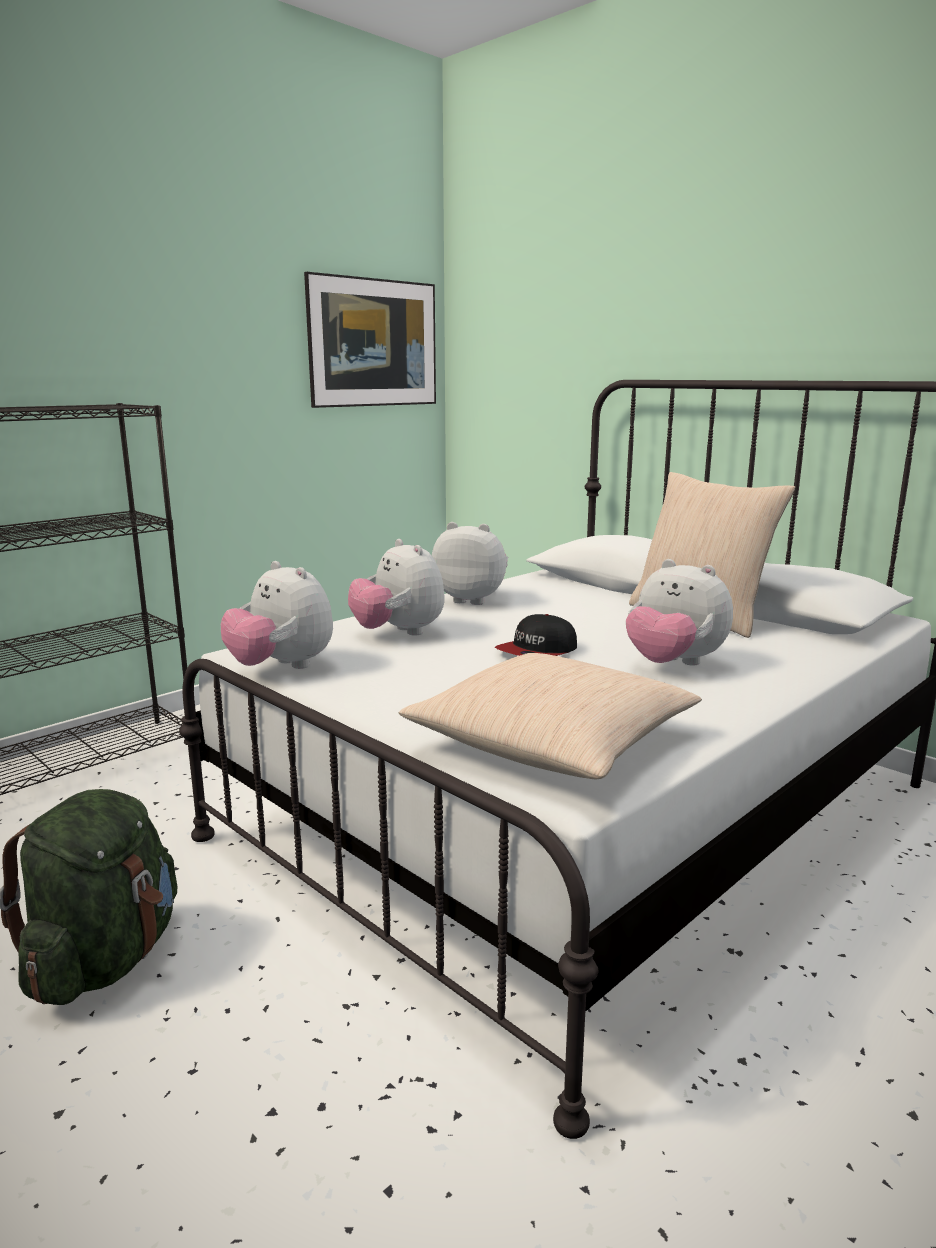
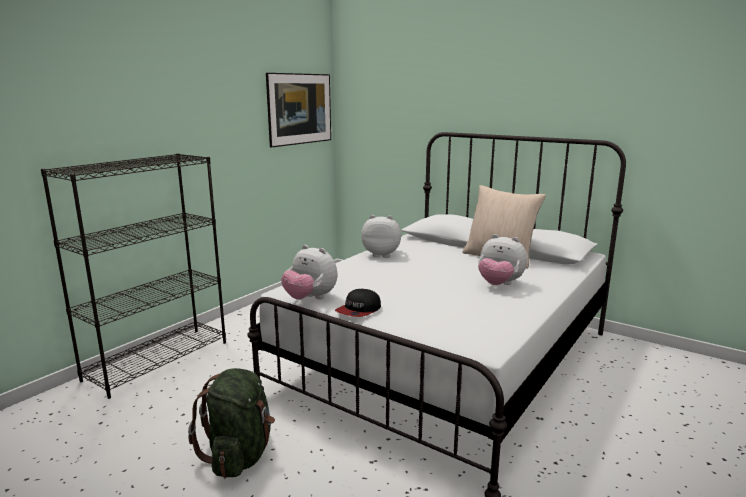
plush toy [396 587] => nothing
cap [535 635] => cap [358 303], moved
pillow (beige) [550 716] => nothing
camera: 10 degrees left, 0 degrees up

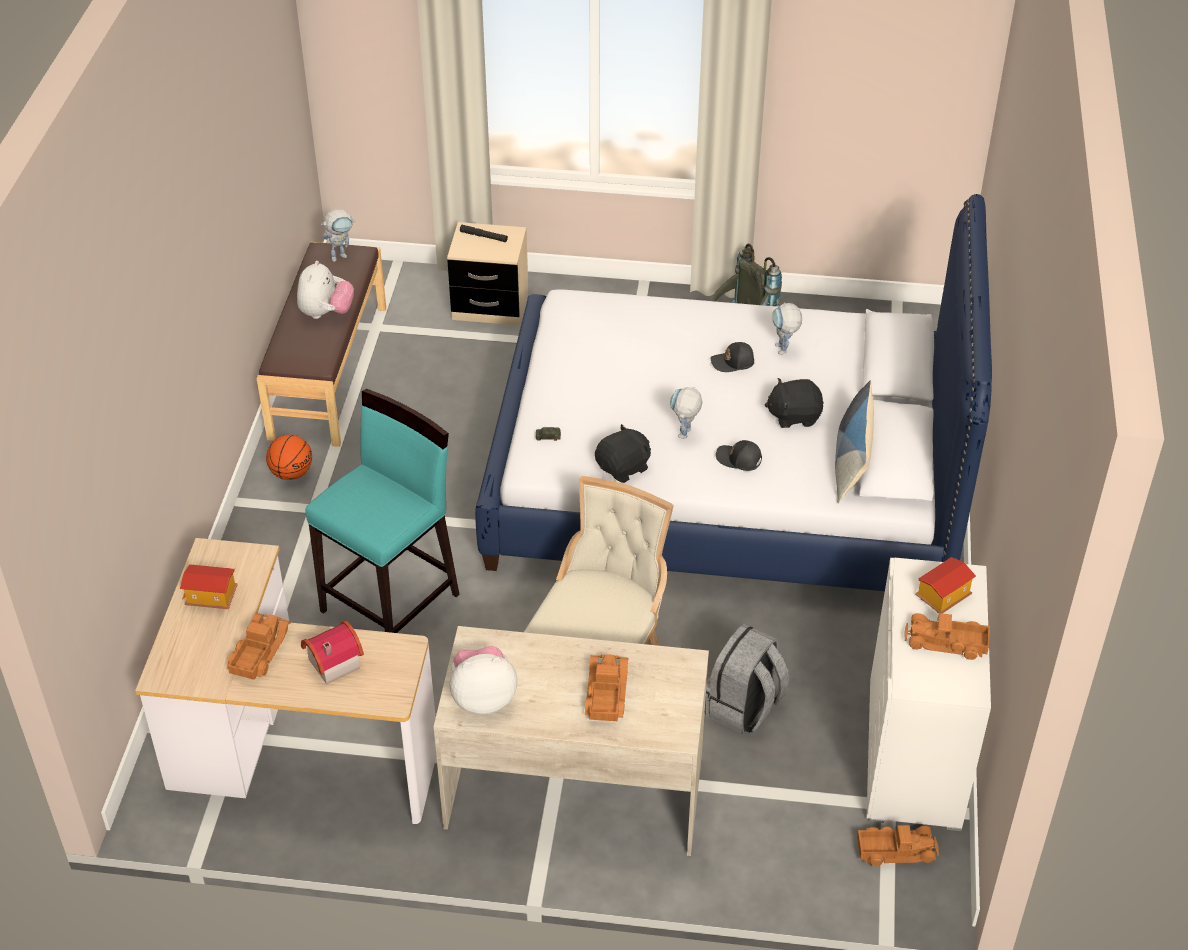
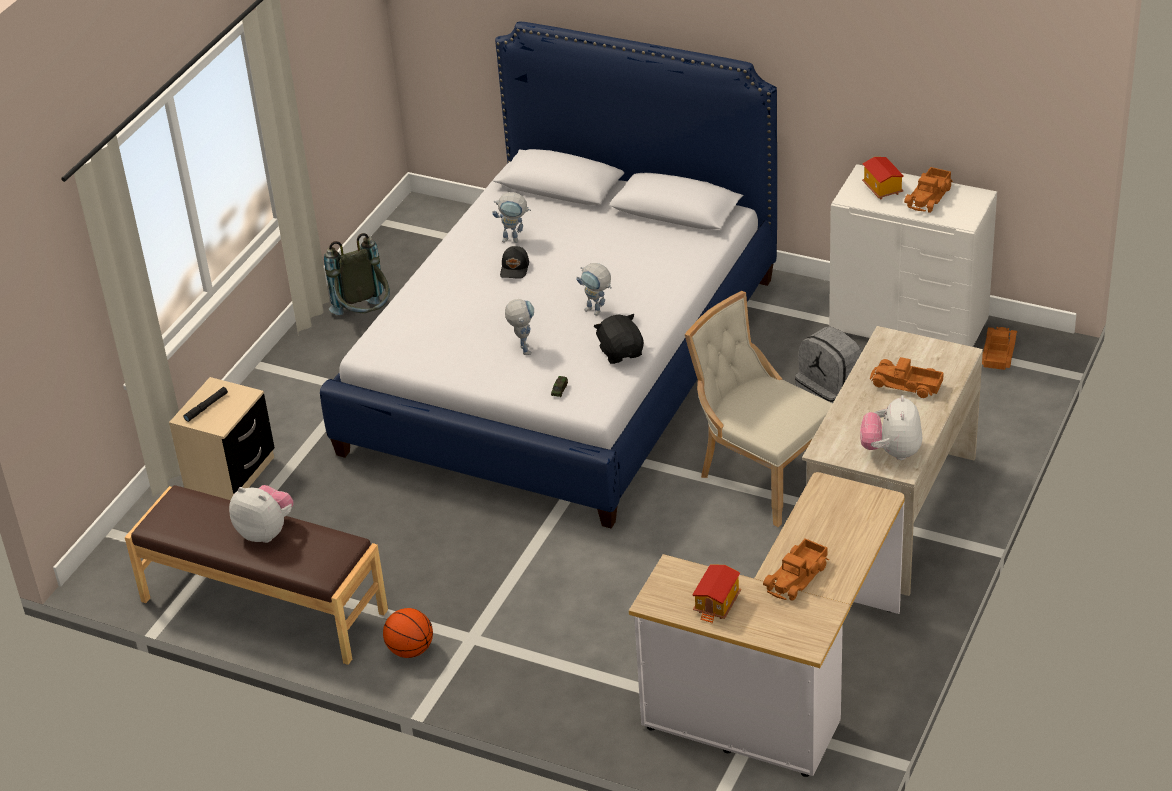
toy robot [338 235] => toy robot [519 327], moved
plush toy (black) [794 403] => nothing
pillow [854 441] => nothing
stool (turquoise) [382 511] => nothing
cap (black) [739 455] => nothing
toy truck [259 646] => toy truck [796 569], 90 degrees counterclockwise
toy house [332 652] => nothing
camera: 70 degrees left, 5 degrees down

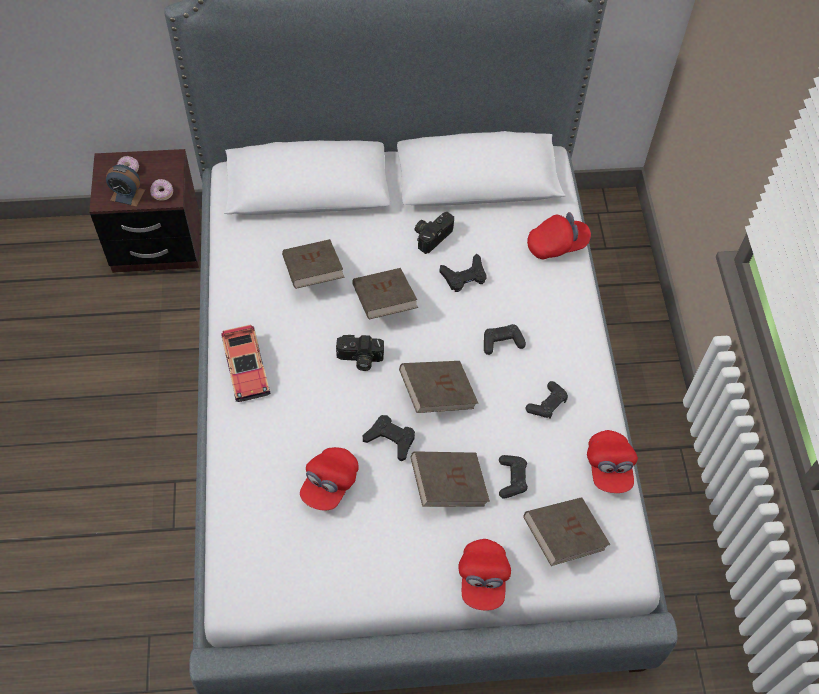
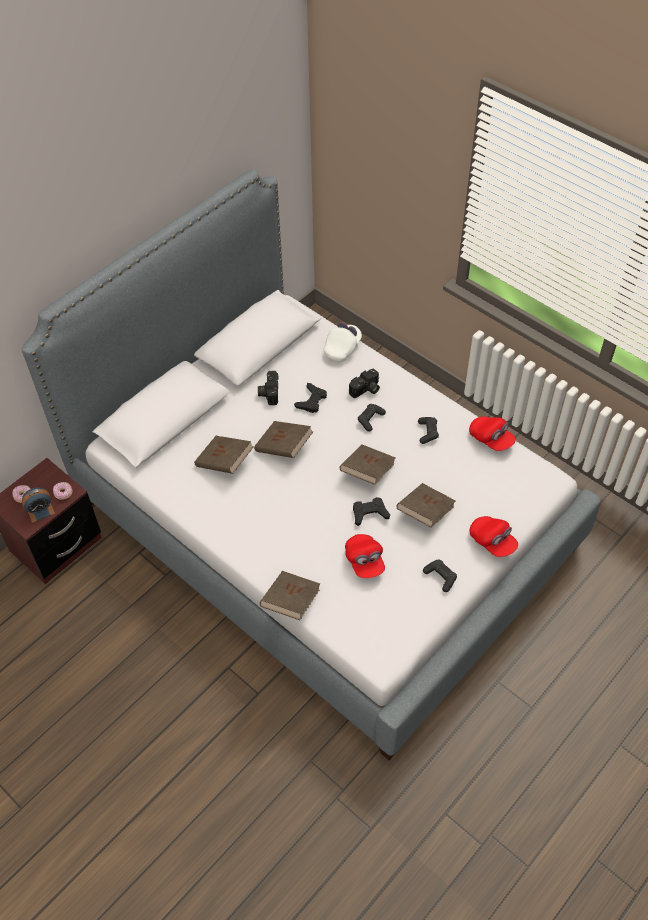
cap (red) [559 235] => cap (white) [343 342]
toy car [246 363] => nothing
photo camera [360 353] => photo camera [364 383], moved
game controller (black) [513 477] => game controller (black) [440 575], moved
book (brown) [567 531] => book (brown) [290 595], moved
camera: 40 degrees left, 5 degrees down

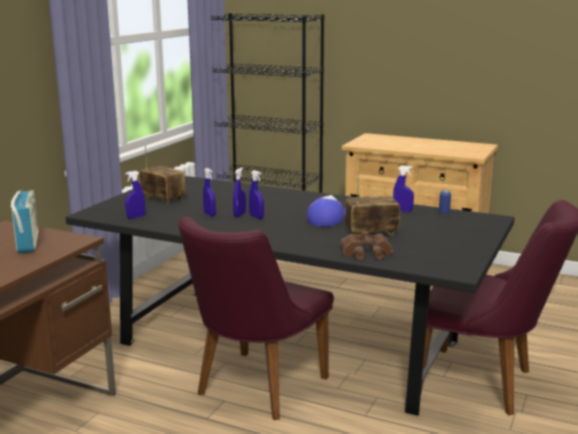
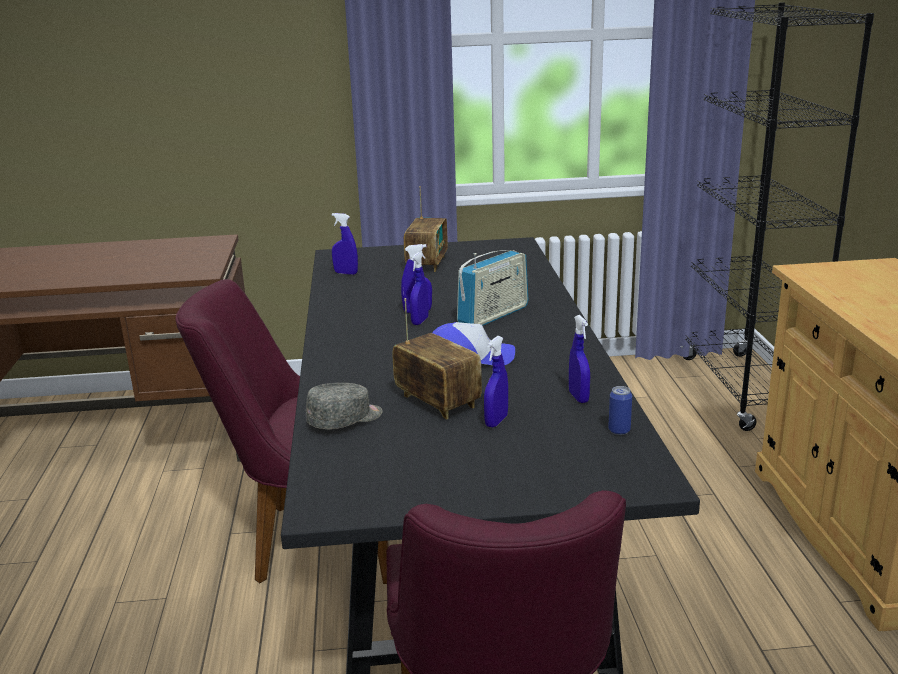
spray bottle (blue) [209 192] => spray bottle (blue) [496 381], moved
radio [25 221] => radio [492 288], moved
binoculars (brown) [366 246] => cap (grey) [344 406]
camera: 60 degrees right, 5 degrees up

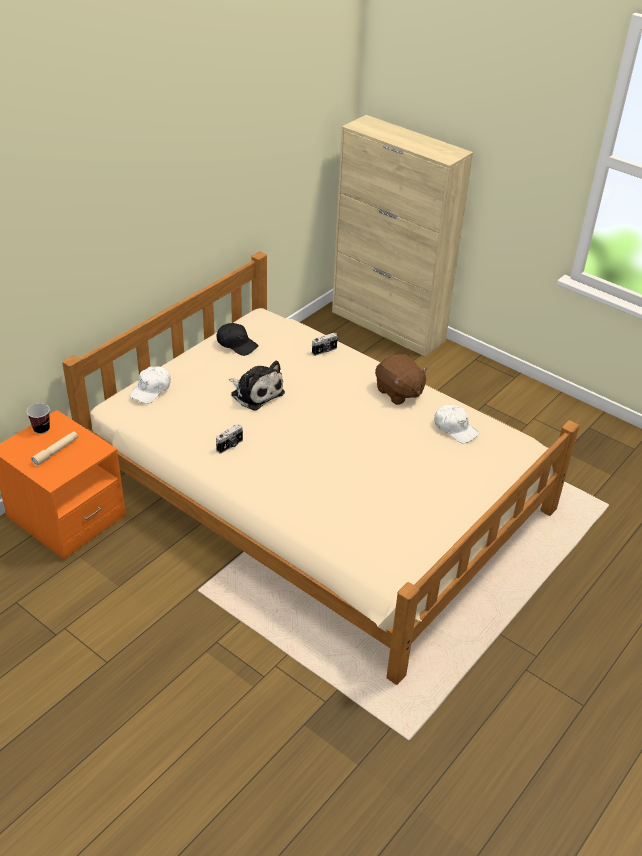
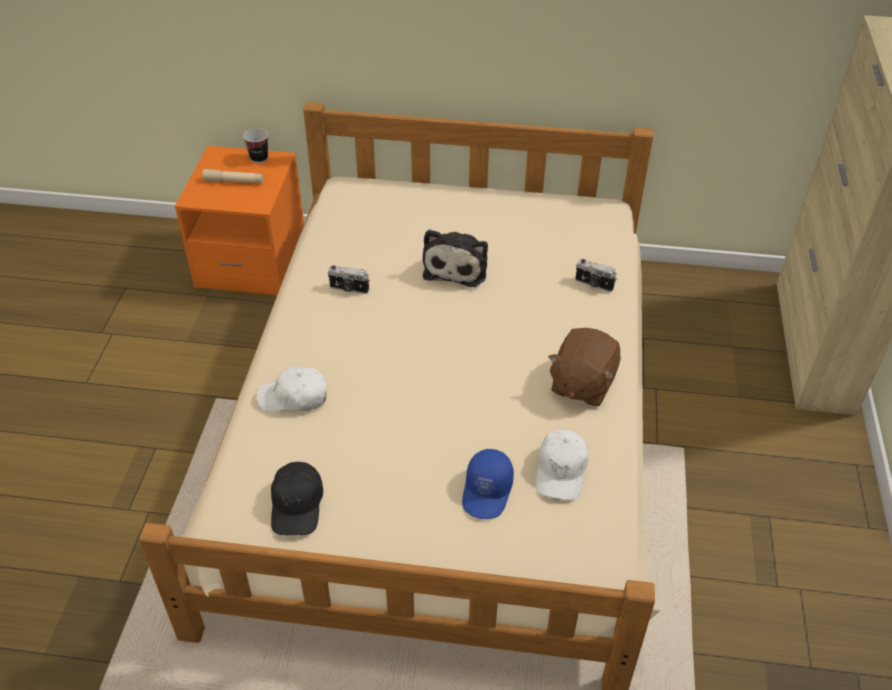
cap (black) [238 339] => cap (black) [297 498], moved
cap (white) [150 385] => cap (white) [292 389], moved
nothing => cap (blue) [488 484]
camera: 60 degrees right, 5 degrees up

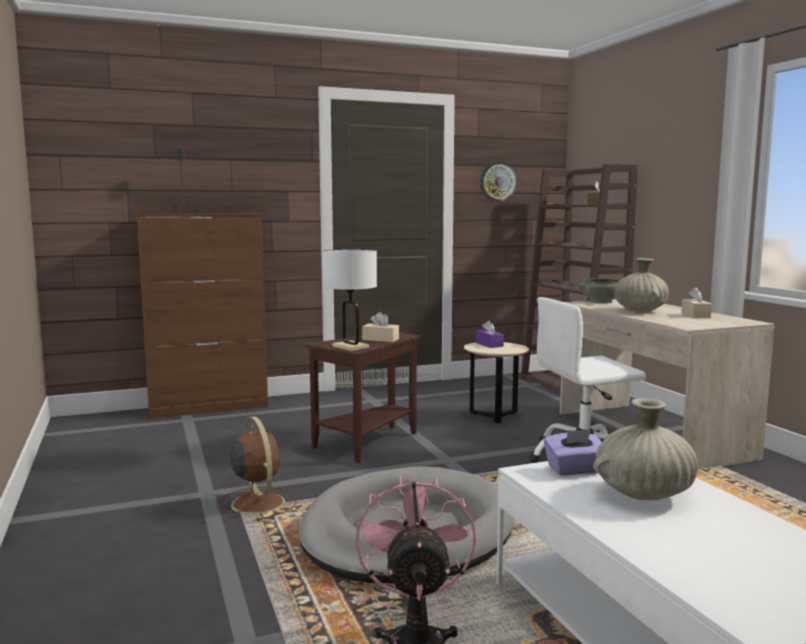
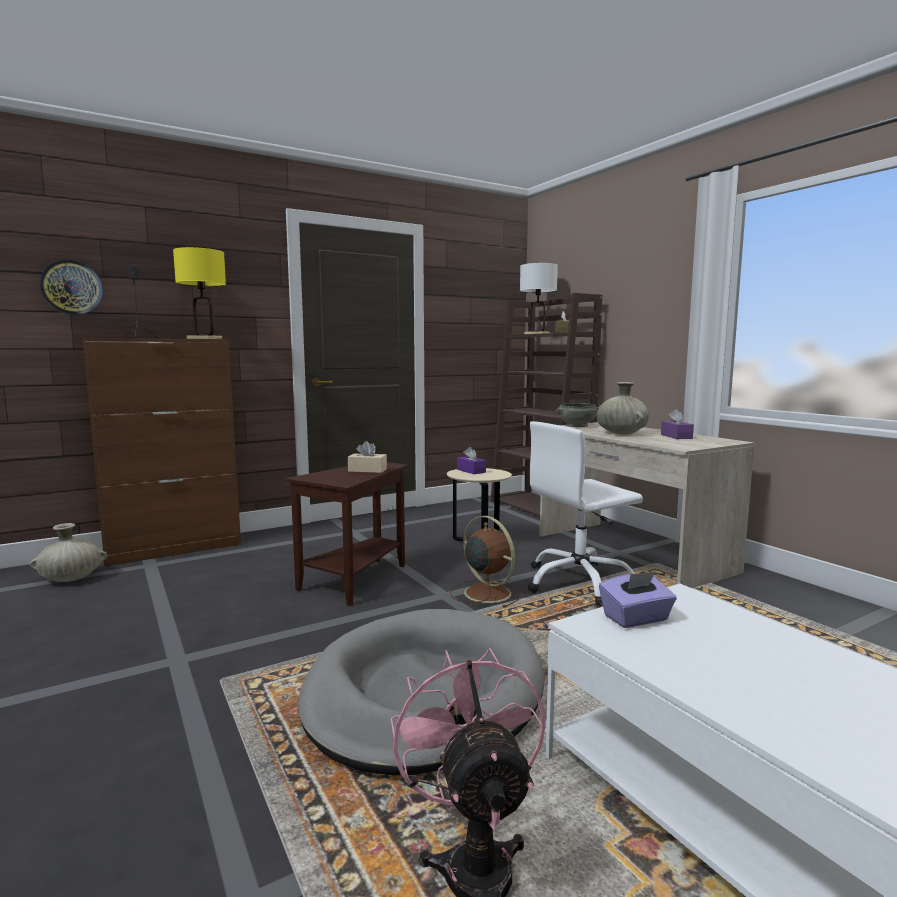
wall clock [498 182] => wall clock [71 287], moved
table lamp (white) [350 300] => table lamp (white) [539 298], moved
tissue box (beige) [696 302] => tissue box (purple) [677 424]
vase (beige) [645 449] => vase (beige) [68 552], moved
fan (brown) [256 468] => fan (brown) [486 562], moved
nothing => table lamp (yellow) [199 293]
camera: 10 degrees left, 0 degrees up

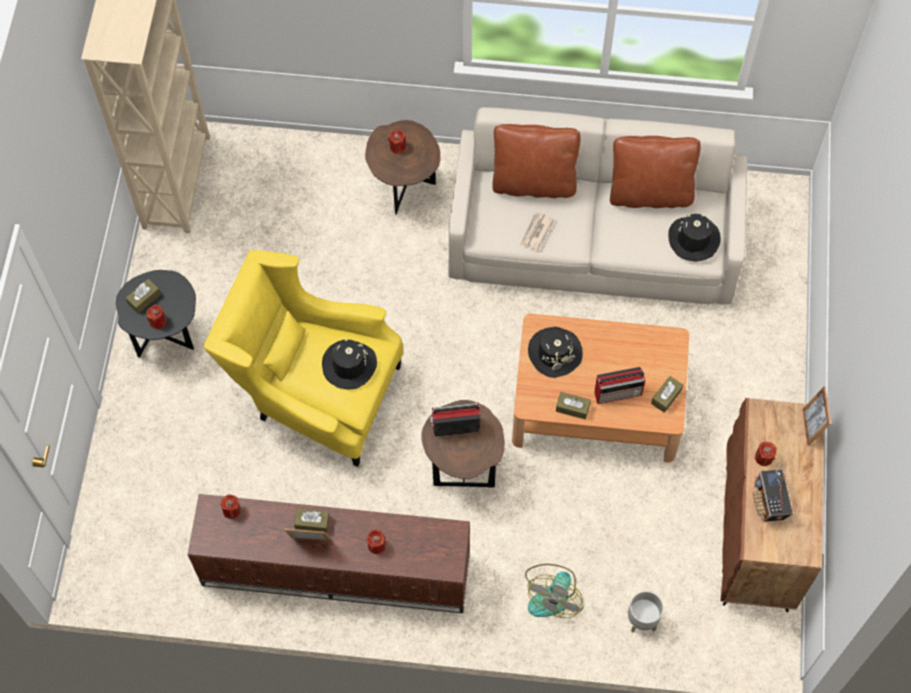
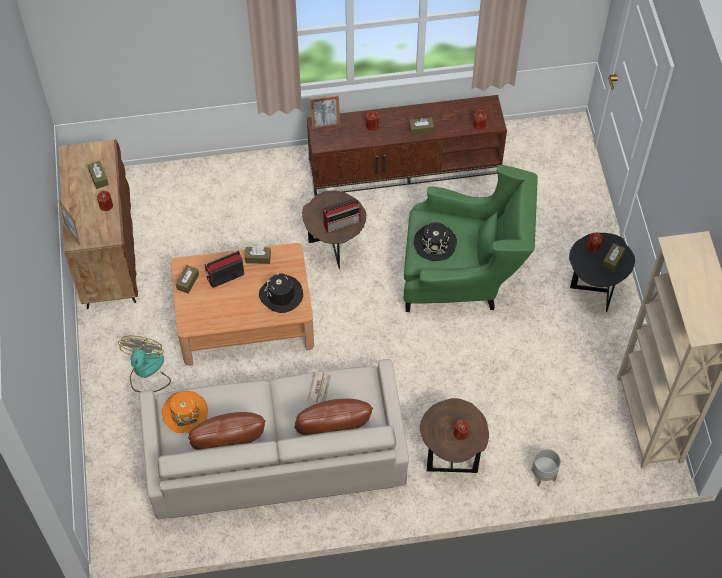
hat (black) [694 238] => hat (orange) [185 412]
armchair (yellow) [303 358] => armchair (green) [471 238]
radio [773 492] => tissue box (brown) [98 175]
picture frame [308 534] => picture frame [325 112], moved
fan [554 591] => fan [144 364], moved
planter (grey) [645 612] => planter (grey) [546 467], moved
camera: 165 degrees right, 5 degrees down

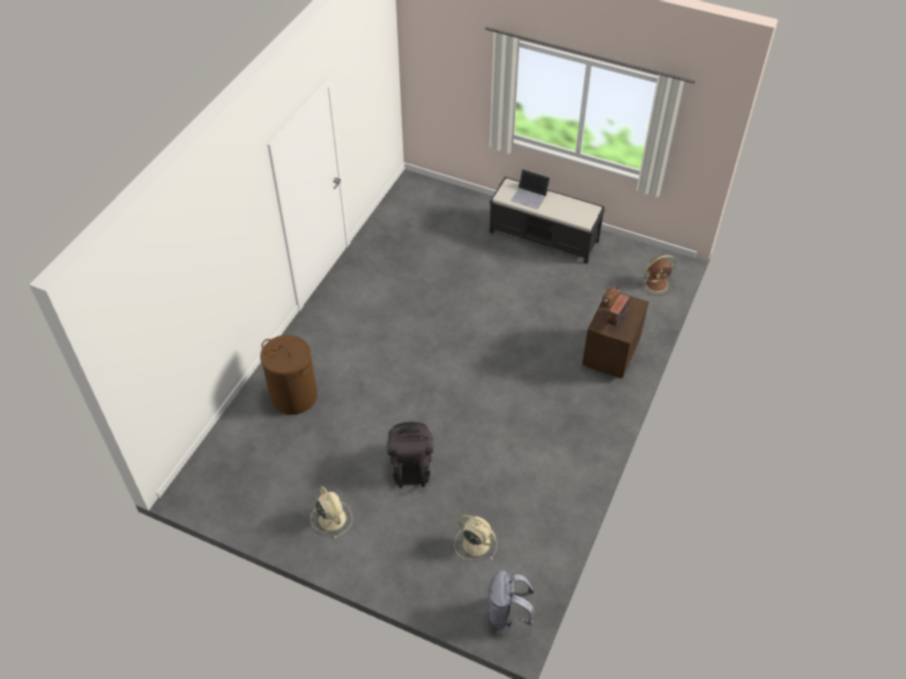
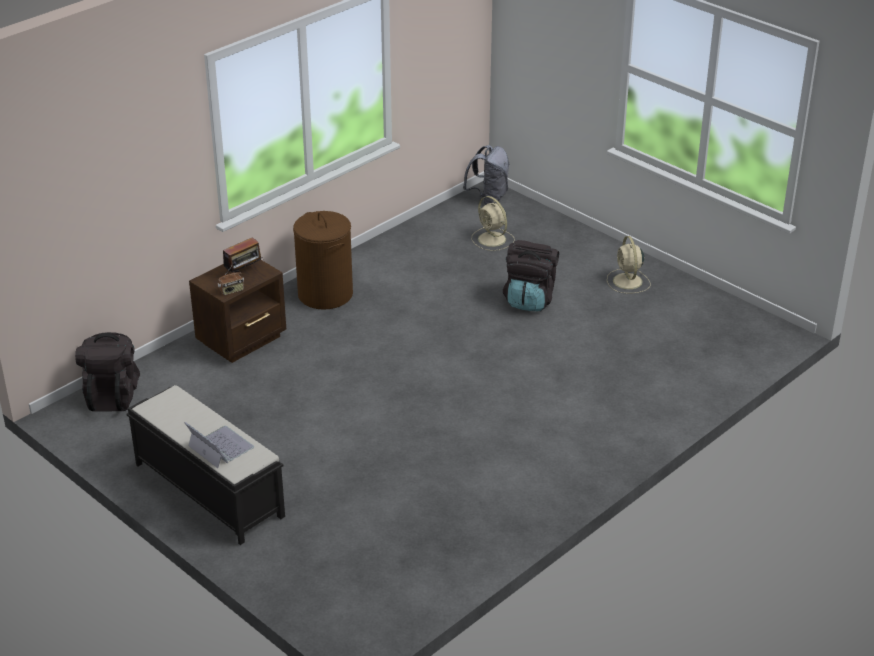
fan (brown) [657 275] => backpack (black) [107 372]
laundry basket (brown) [289 375] => laundry basket (brown) [323 260], moved
camera: 160 degrees left, 15 degrees down

